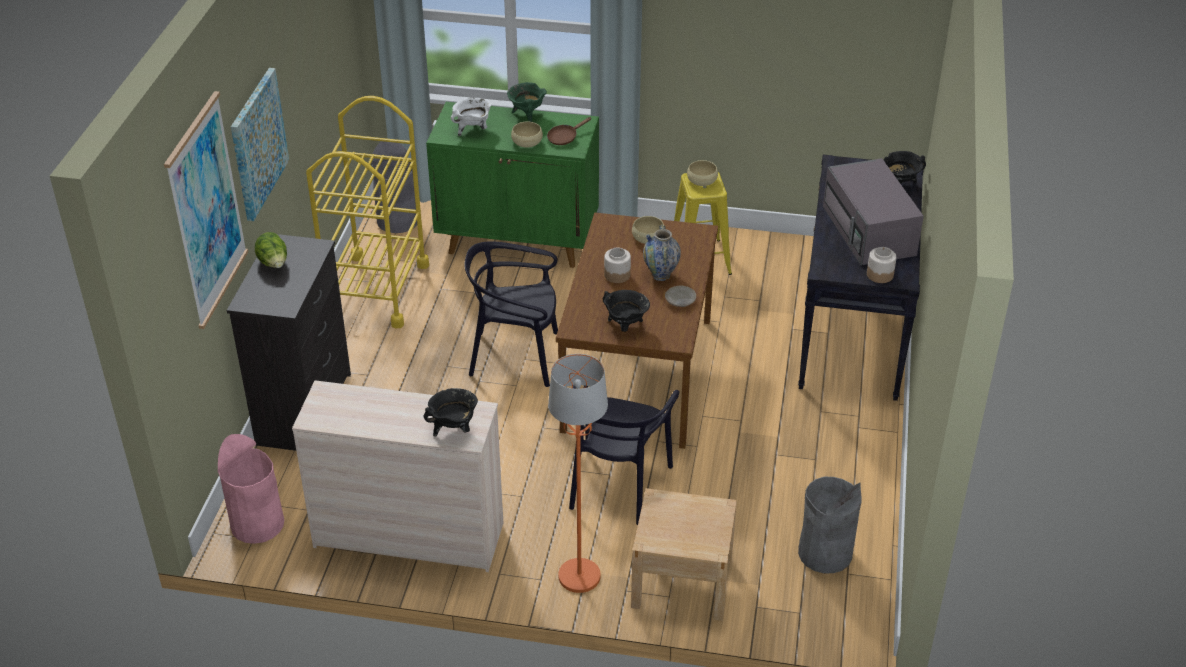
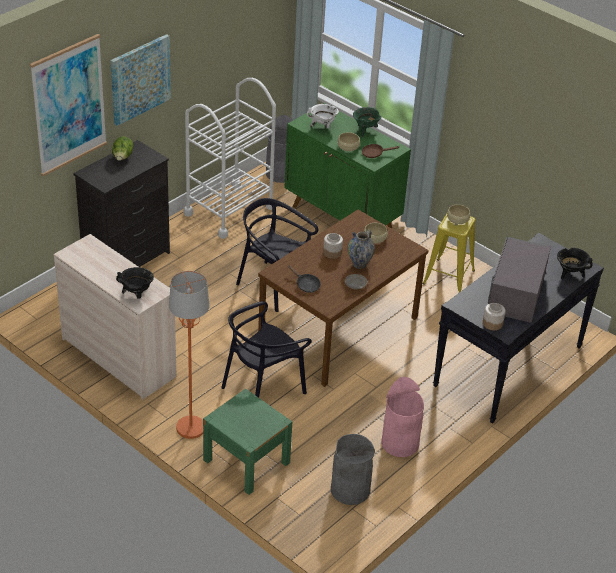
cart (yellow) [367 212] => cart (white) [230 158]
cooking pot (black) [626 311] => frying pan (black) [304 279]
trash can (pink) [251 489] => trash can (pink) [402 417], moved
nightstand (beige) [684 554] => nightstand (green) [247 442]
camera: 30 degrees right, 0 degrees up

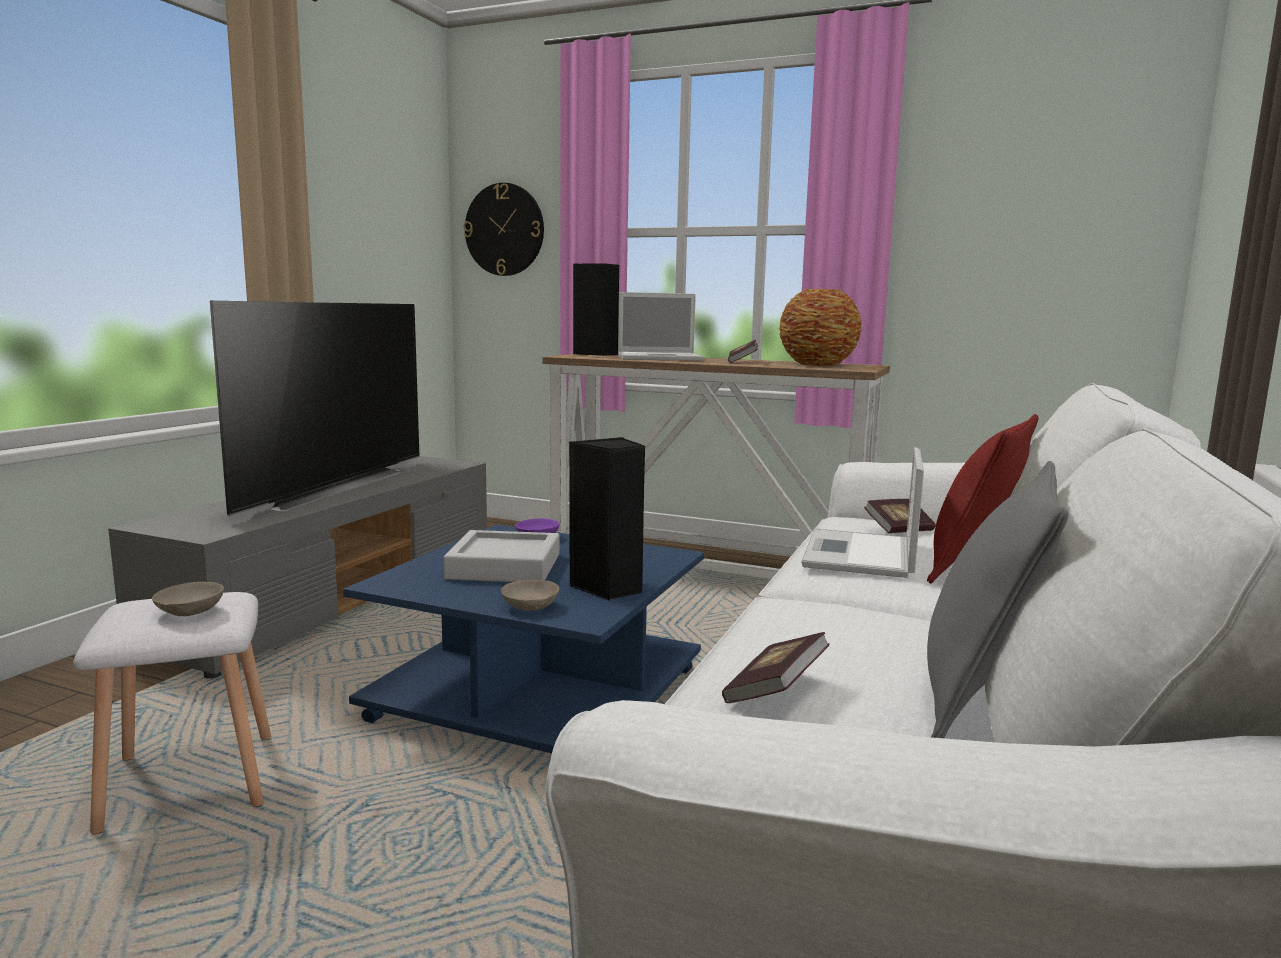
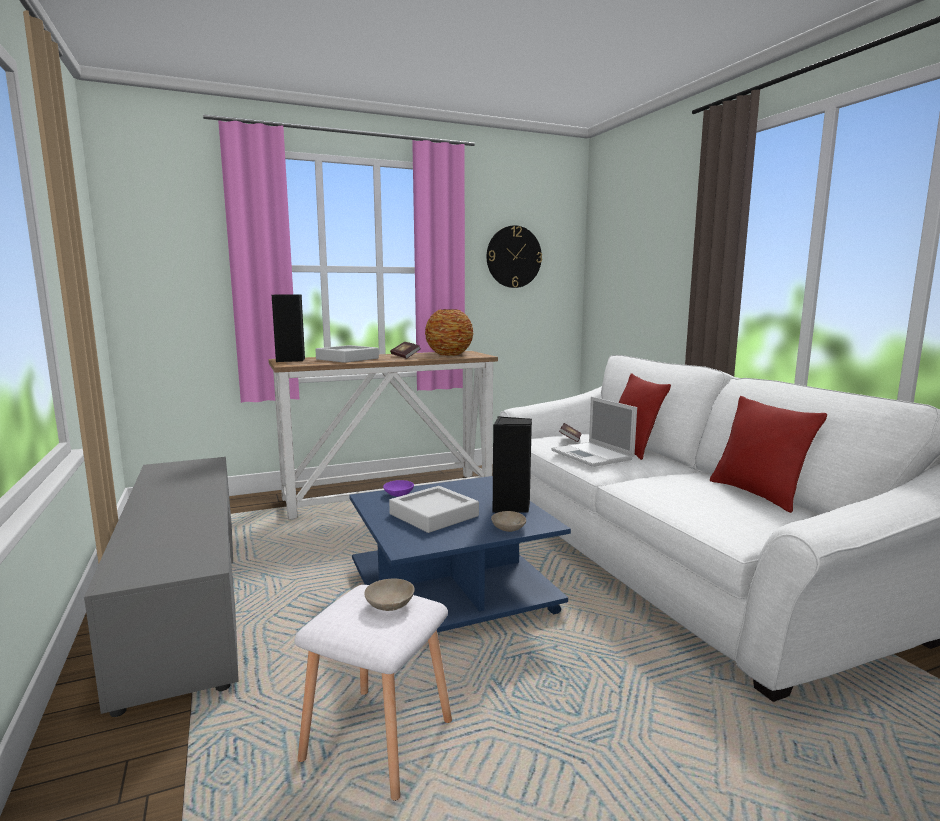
wall clock [503 229] => wall clock [514 256], moved
laptop [661 326] => tray (grey) [347 354]
television [315 408] => nothing
pillow (grey) [997 599] => pillow (red) [768 454]
book [776 667] => nothing
camera: 45 degrees left, 0 degrees up

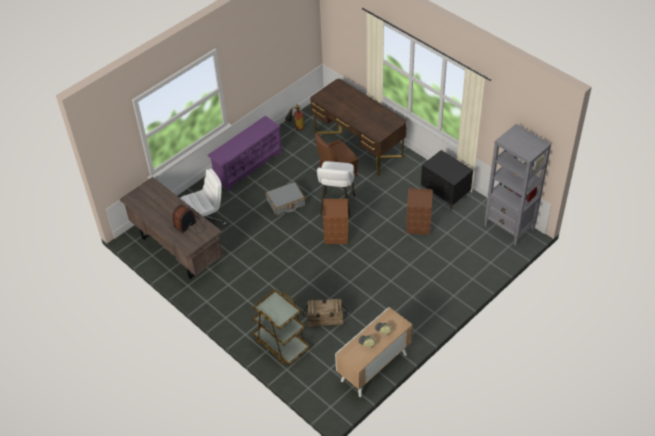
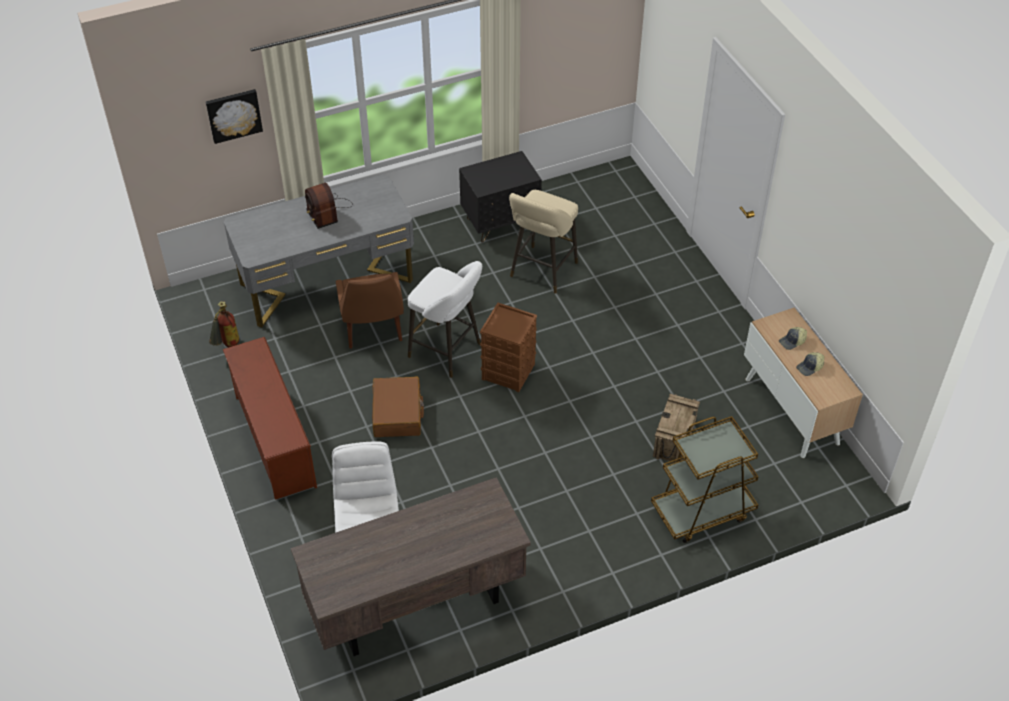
desk (brown) [358 127] => desk (grey) [318 250]
shoe rack (purple) [244 153] => shoe rack (brown) [270 418]
bookcase (grey) [517 185] => nothing
suitcase (grey) [286 199] => suitcase (brown) [398 406]
storage box (brown) [419 211] => stool (beige) [543 241]
radio [189 219] => radio [329 206], moved
nothing => picture [234 116]
camera: 70 degrees left, 0 degrees up

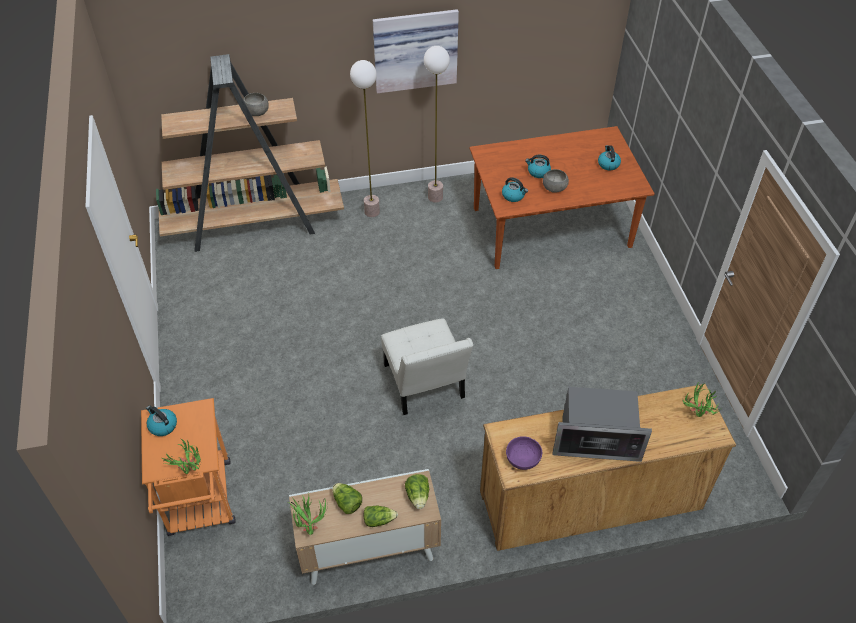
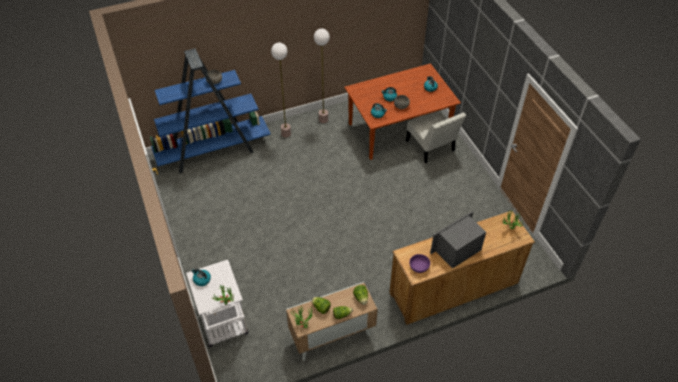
picture [416 51] => nothing
bookcase (brown) [250 153] => bookcase (blue) [210 110]
chair (white) [427 366] => chair (white) [436 137], moved
microwave [602 424] => microwave [458 240], 150 degrees clockwise
cart (orange) [188 467] => cart (white) [217 303]
camera: 10 degrees left, 0 degrees up

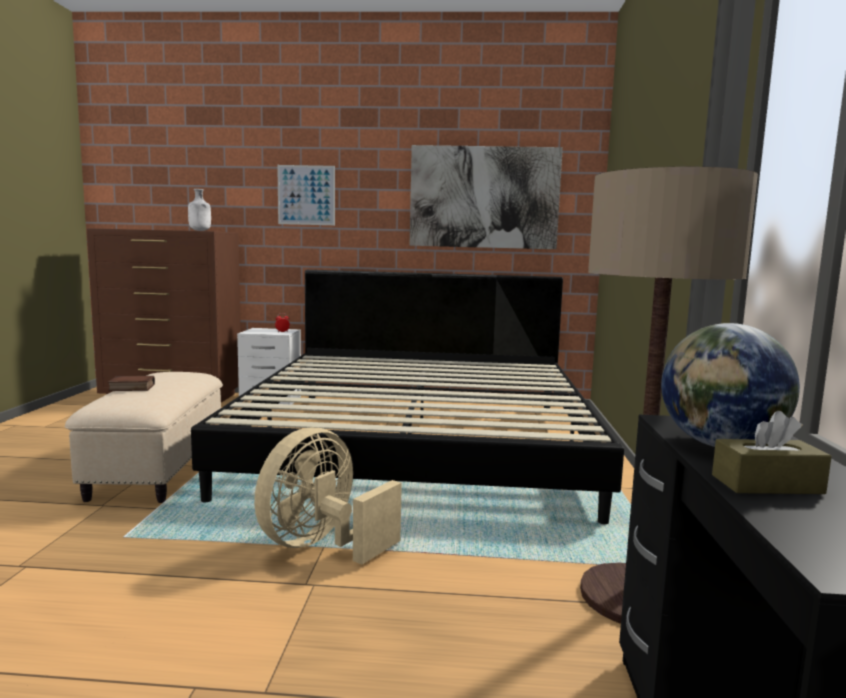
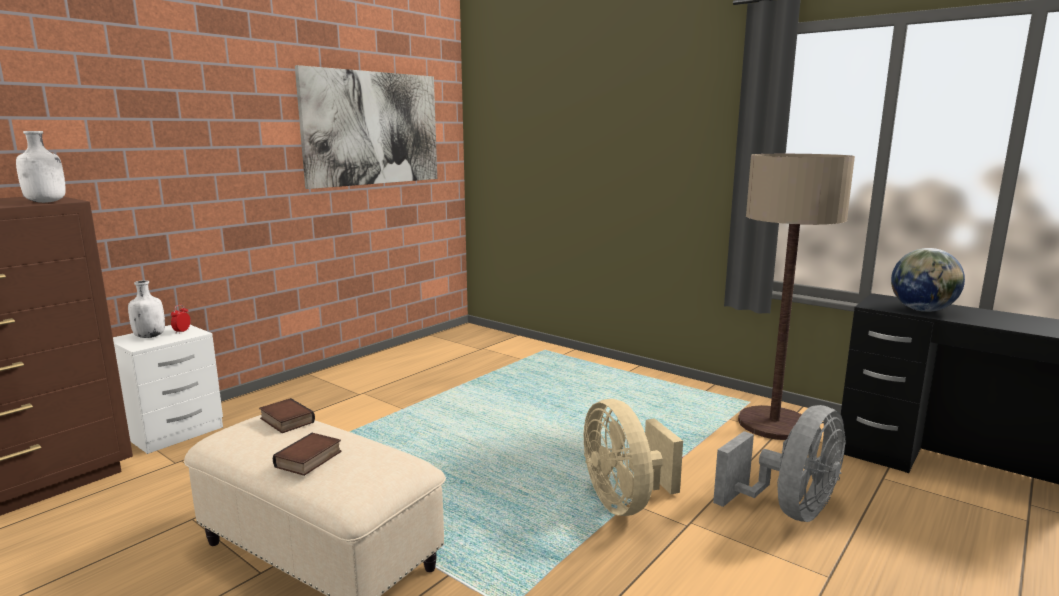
picture [306 195] => nothing
bed [407 397] => nothing
tissue box (brown) [772 452] => nothing
nothing => bottle (white) [146 309]
nothing => book [287 415]
nothing => fan (grey) [779 463]
camera: 55 degrees left, 5 degrees up

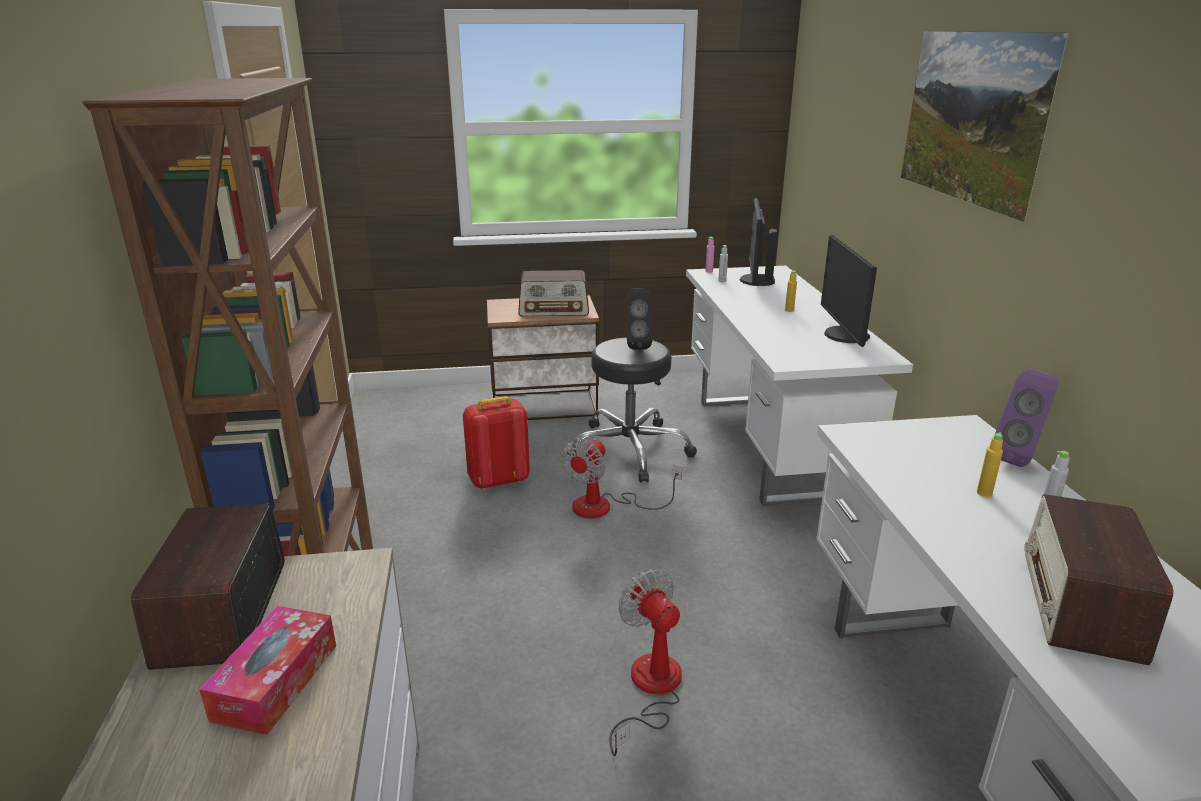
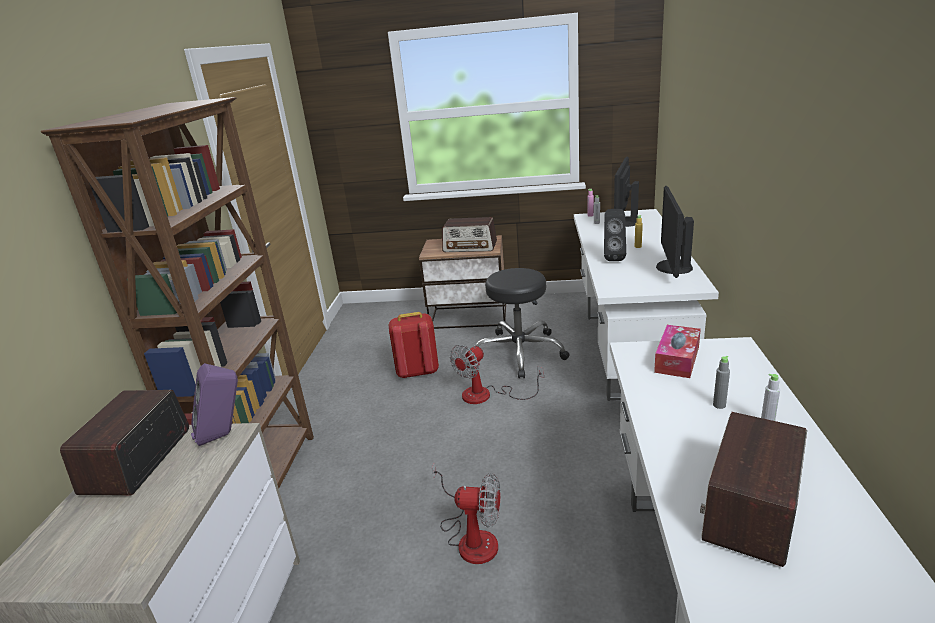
picture [984 126] => nothing
speaker (black) [639 319] => speaker (black) [615 235], moved
speaker (purple) [1026 418] => speaker (purple) [214 404], moved
bottle (yellow) [990 464] => bottle (grey) [721 382]
fan [646 663] => fan [466 513], 120 degrees clockwise
tissue box [267 670] => tissue box [677 351], moved
camera: 15 degrees right, 0 degrees up

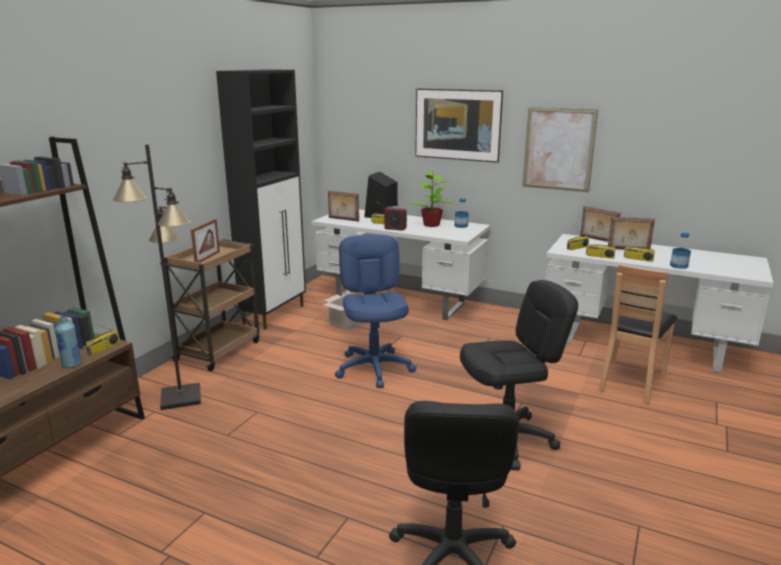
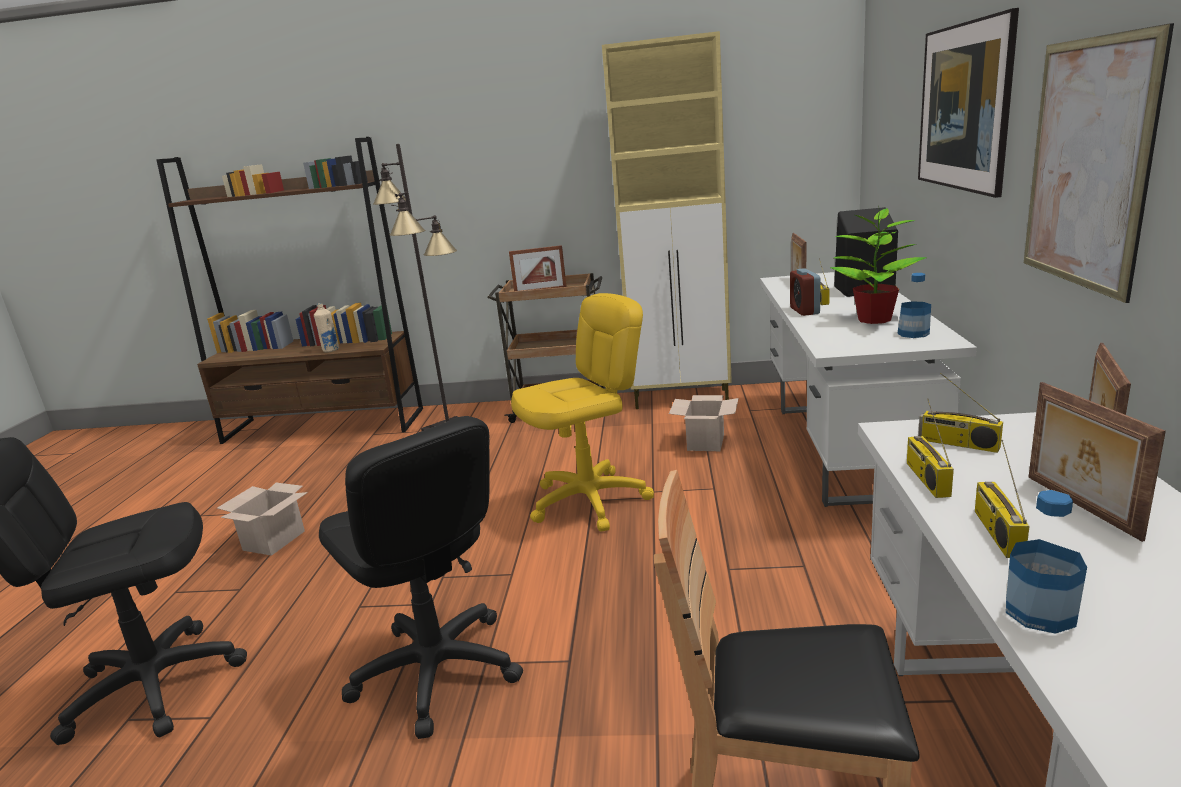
cabinet (black) [261 199] => cabinet (beige) [667 220]
office chair (blue) [375 311] => office chair (yellow) [582 412]
bottle (blue) [68 342] => bottle (beige) [326 328]
radio [102 339] => nothing
nothing => cardboard box [262 519]
camera: 70 degrees right, 0 degrees up

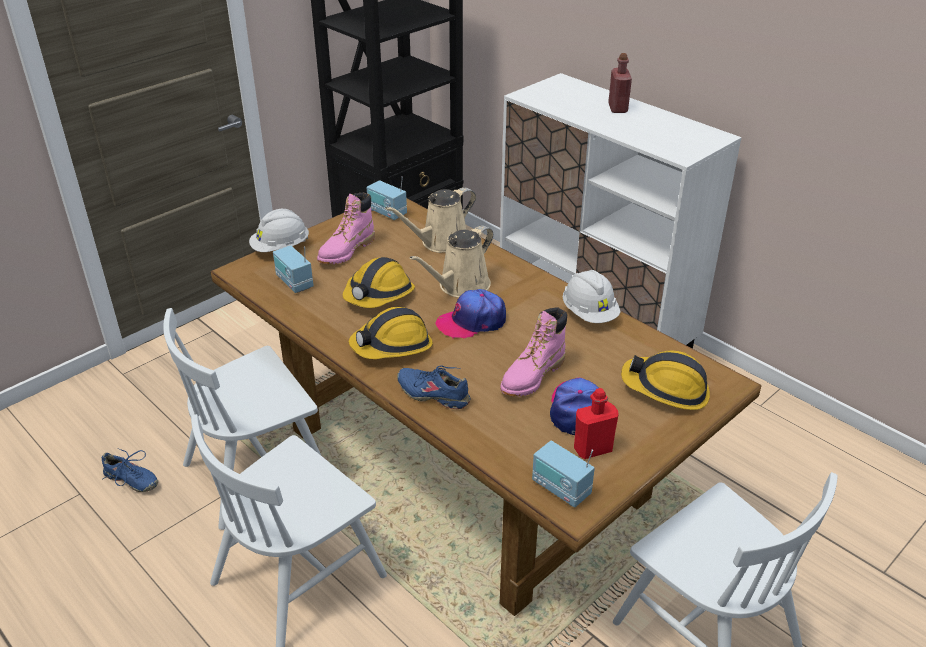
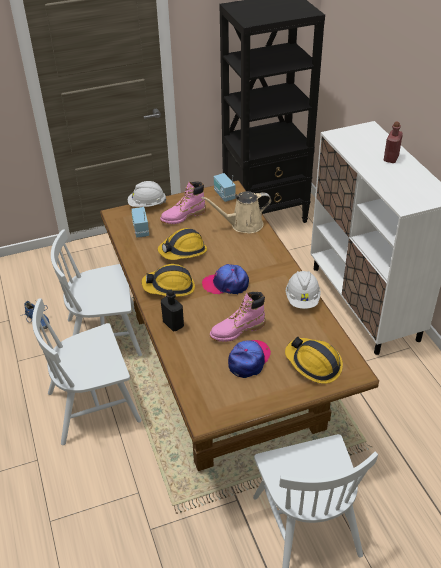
watering can (beige) [451 261] => nothing
shoe (blue) [434 387] => bottle (black) [172 310]
bottle (red) [596 423] => nothing
radio [563 474] => nothing
camera: 25 degrees right, 5 degrees up

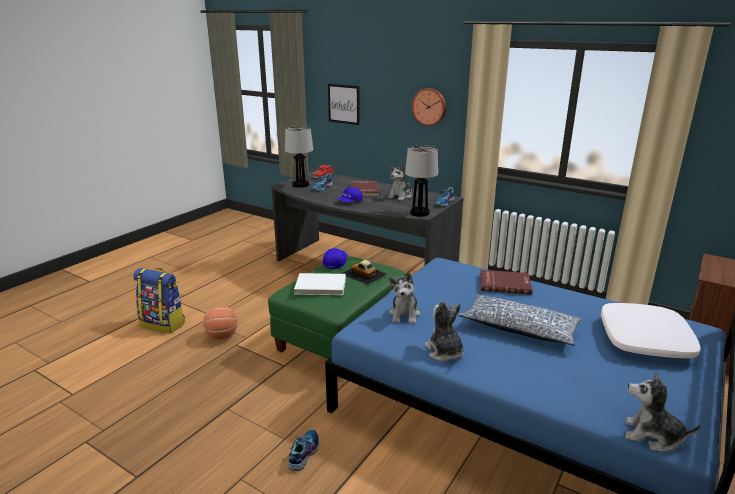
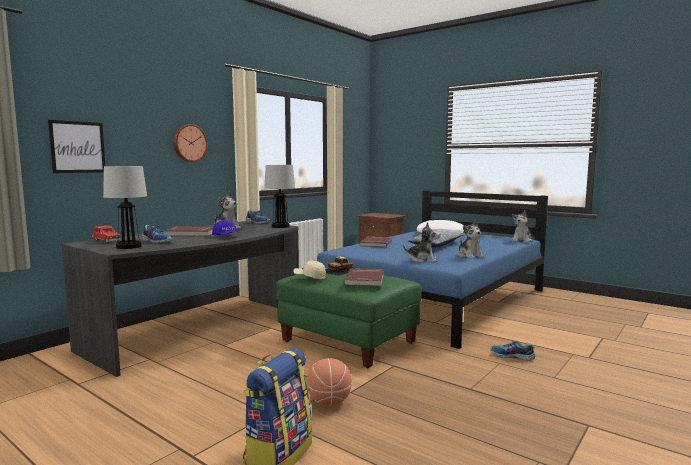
cap (blue) [335 258] => cap (beige) [309 269]
book (white) [320 284] => book (red) [364 277]
plush toy [444 331] => plush toy [471 239], 90 degrees counterclockwise
camera: 85 degrees left, 15 degrees down

